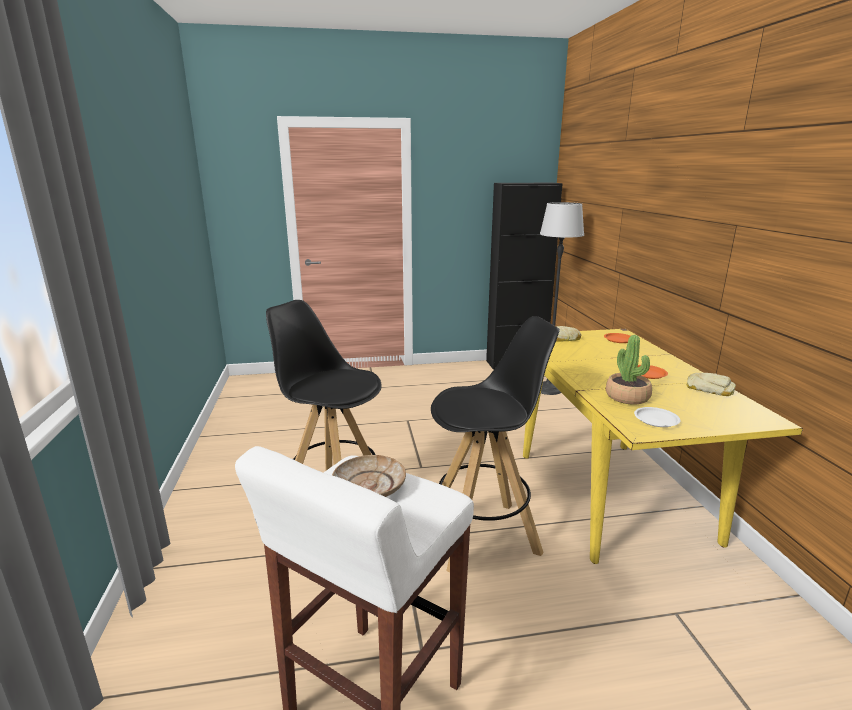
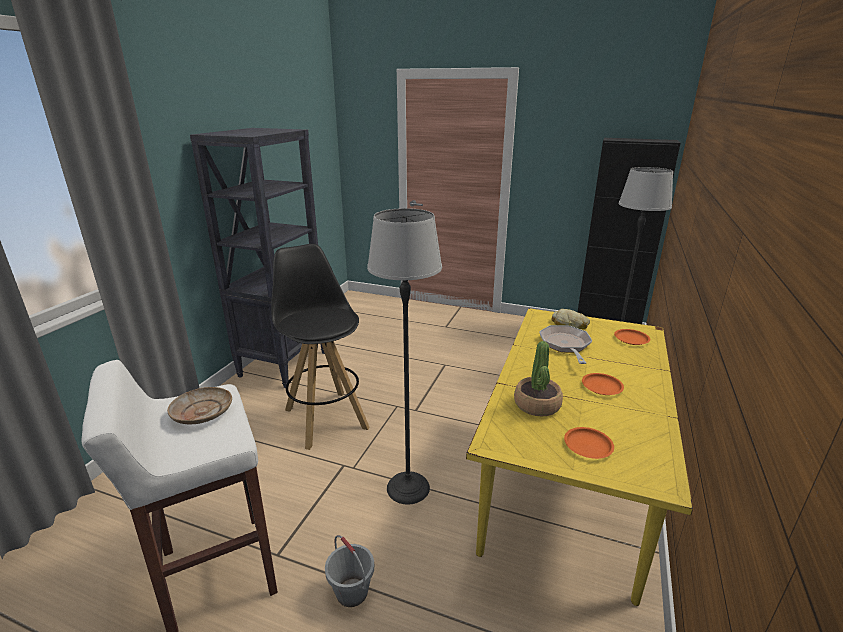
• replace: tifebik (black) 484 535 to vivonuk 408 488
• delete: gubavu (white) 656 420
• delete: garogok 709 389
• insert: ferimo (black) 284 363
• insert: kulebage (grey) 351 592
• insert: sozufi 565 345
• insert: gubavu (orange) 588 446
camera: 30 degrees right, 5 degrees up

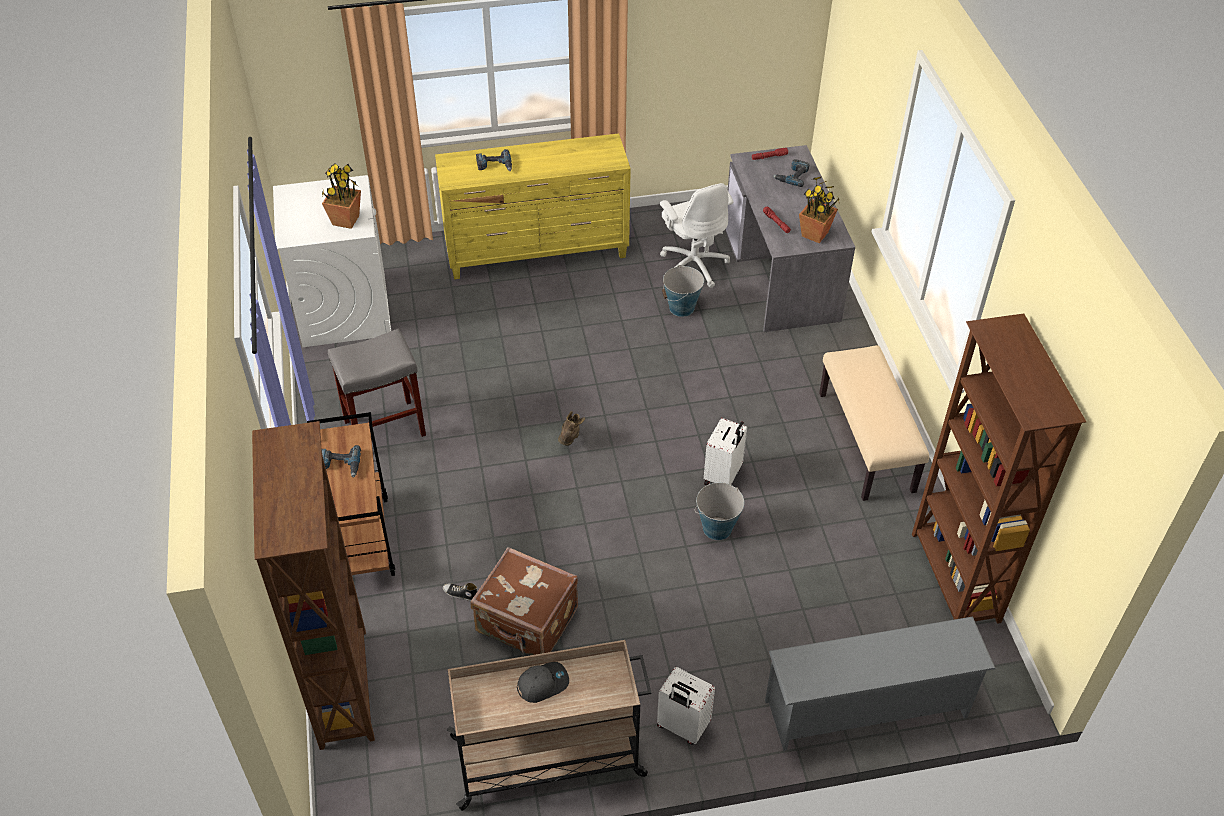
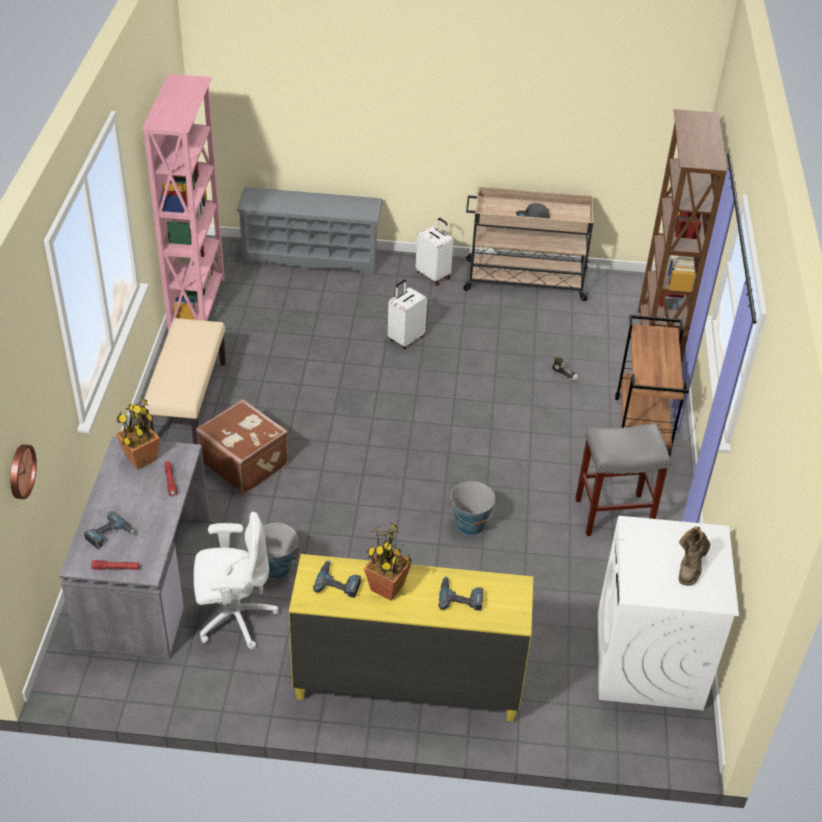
• move: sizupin 339 465 to 338 582
• move: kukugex 345 220 to 387 587
• move: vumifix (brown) 526 622 to 245 462
• move: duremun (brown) 570 438 to 690 568
• rotate: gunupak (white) 693 265 = 234 617 90 degrees clockwise
• move: kulebage 717 528 to 470 525
• move: vumifix (white) 723 476 to 405 338
• recolor: ferimo (brown) 954 578 to ferimo (pink) 198 305
• insert: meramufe 20 471
camera: 165 degrees left, 5 degrees down

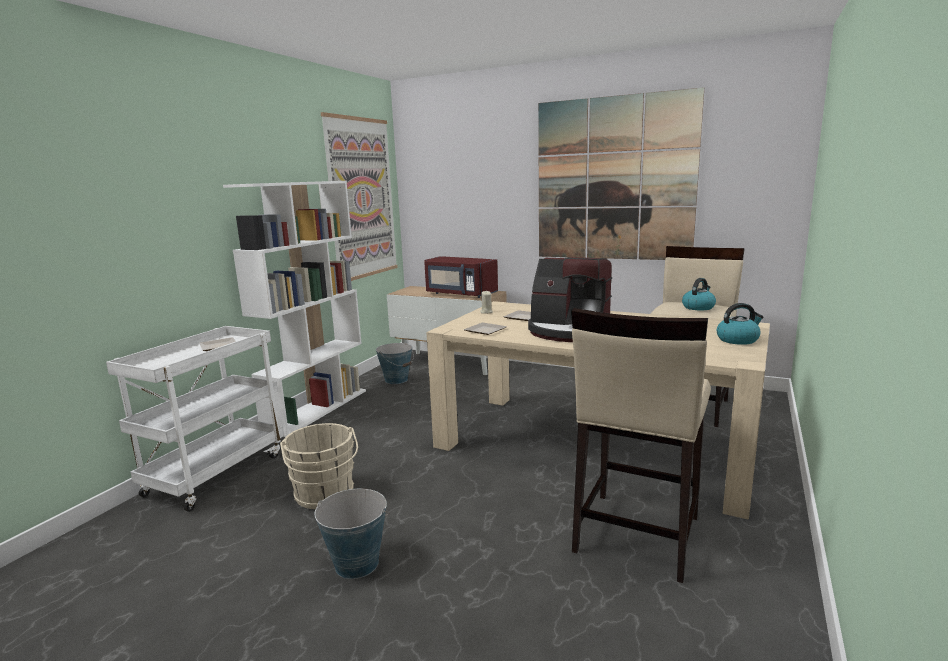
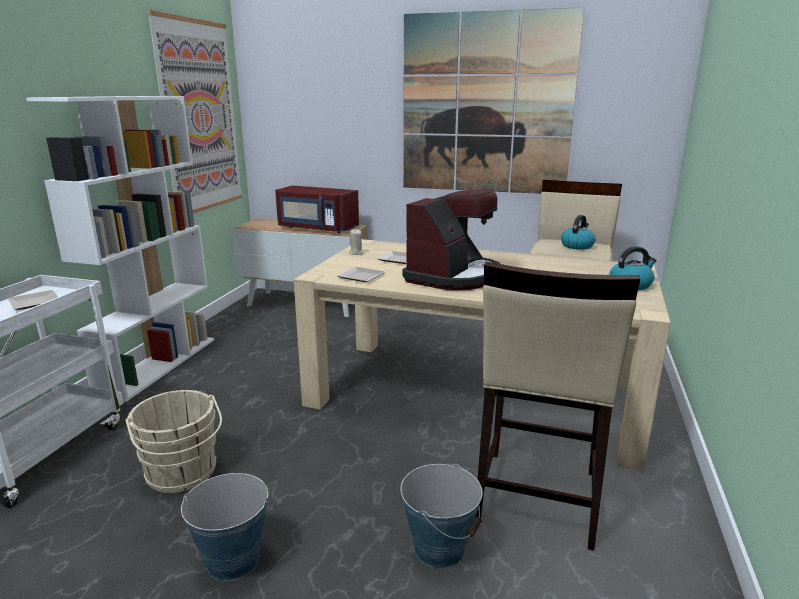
• move: kulebage 396 380 to 439 548
• rotate: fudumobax 569 331 = 454 276 75 degrees counterclockwise
camera: 10 degrees left, 5 degrees up

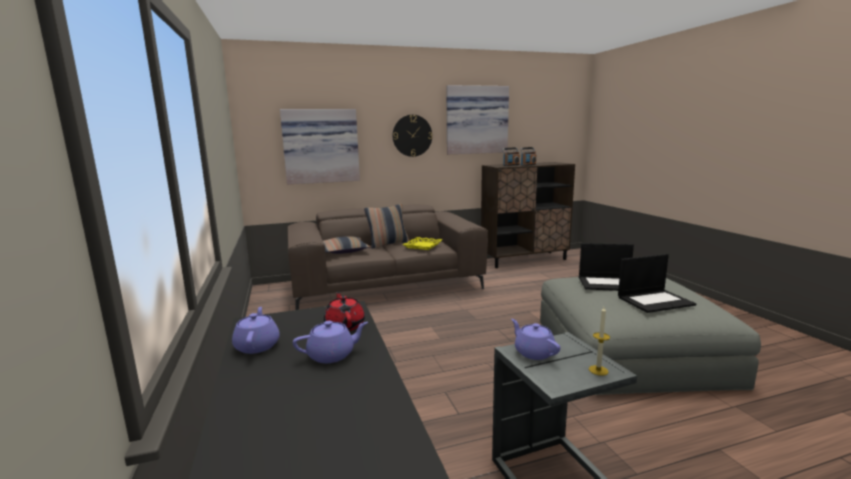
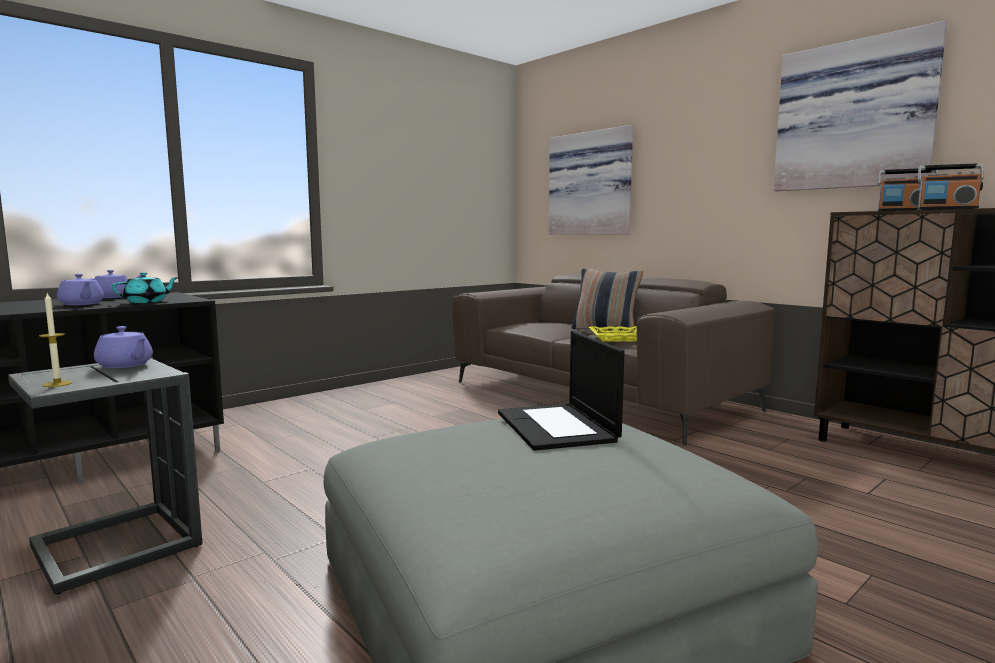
• delete: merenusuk 343 251
• recolor: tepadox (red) 345 325 to tepadox (turquoise) 147 302
• delete: meramufe 412 135
• rotate: tepadox (purple) 533 352 = 125 365 90 degrees clockwise
• delete: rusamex 655 301
camera: 65 degrees right, 5 degrees down

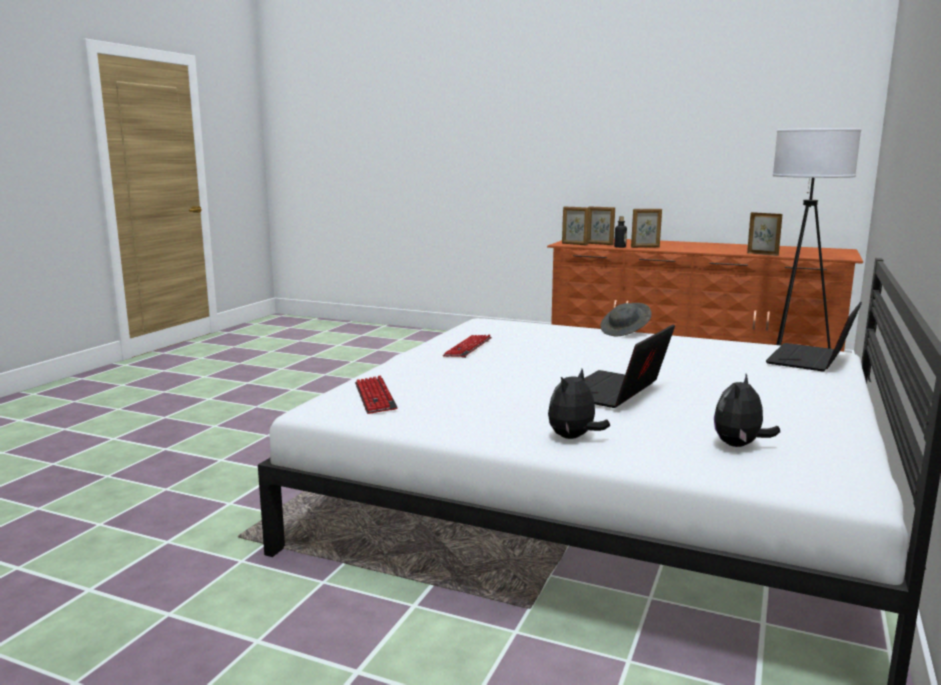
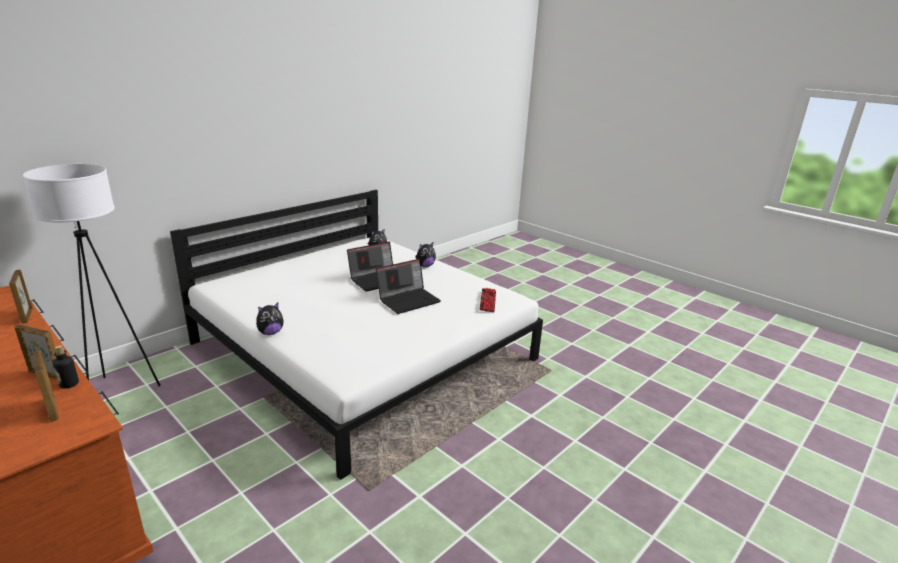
• delete: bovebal 468 348
• delete: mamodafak 574 244
• replace: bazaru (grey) 625 332 to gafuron 270 333
• move: rusamex 812 360 to 409 300
camera: 160 degrees left, 10 degrees up

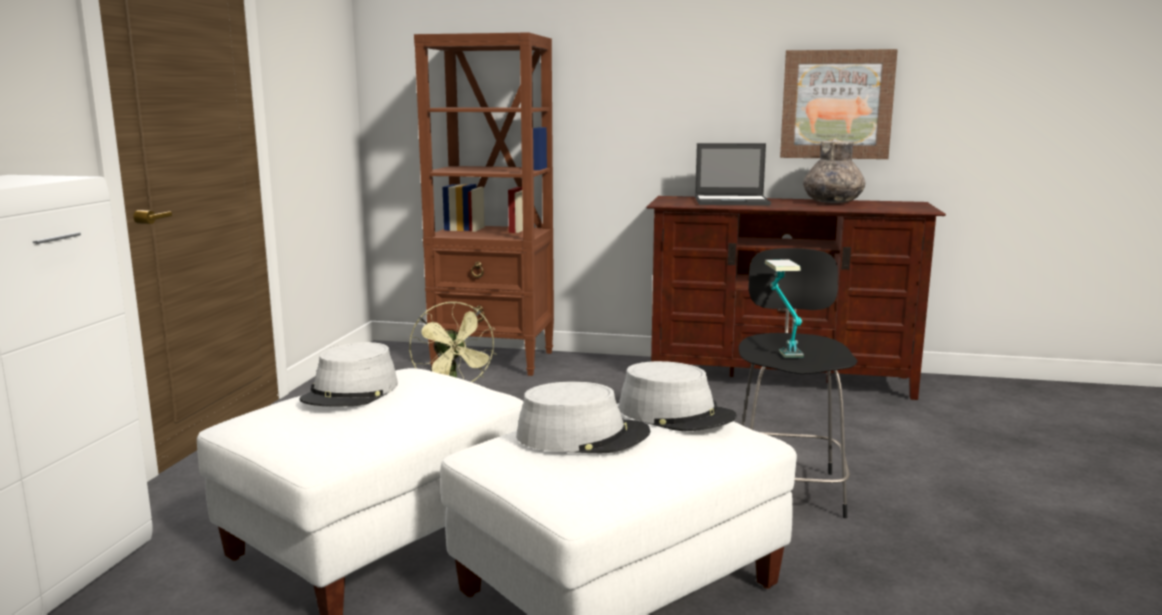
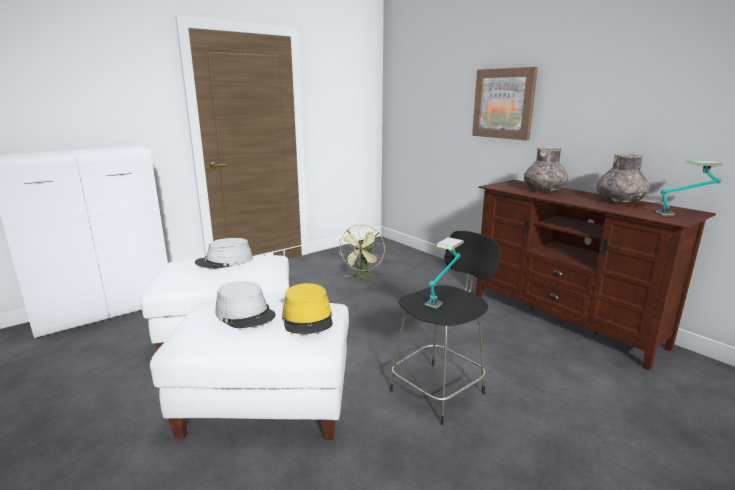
• delete: ferimo (brown) 494 360
• recolor: bazaru (grey) 676 414 to bazaru (yellow) 308 318
• replace: rusamex 732 201 to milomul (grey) 544 190
• move: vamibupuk 836 104 to 504 103
• insert: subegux 683 214
camera: 40 degrees right, 5 degrees up

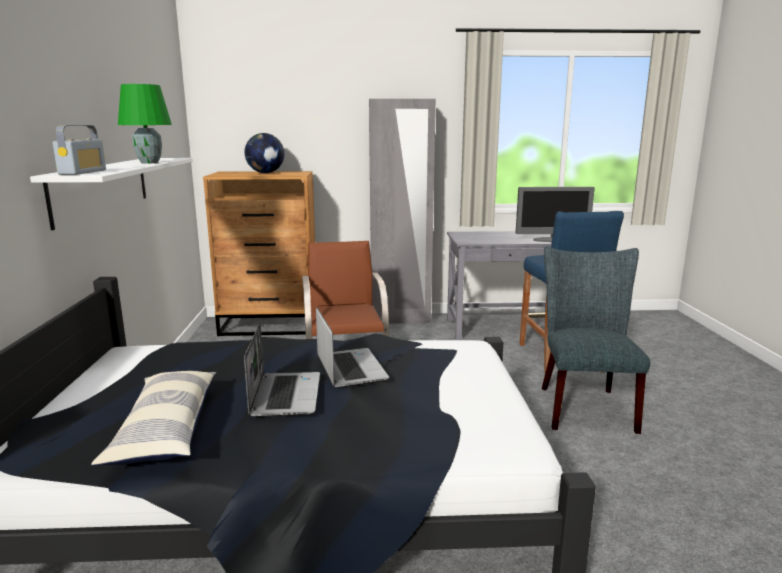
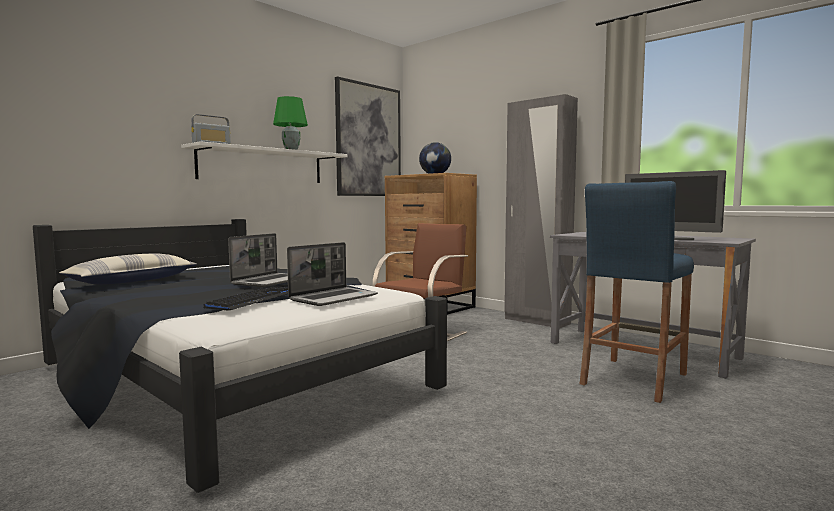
• move: rusamex 285 395 to 334 298
• delete: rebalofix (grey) 583 405
• insert: bovebal 252 300
• insert: vamibupuk 368 140
camera: 45 degrees right, 10 degrees down

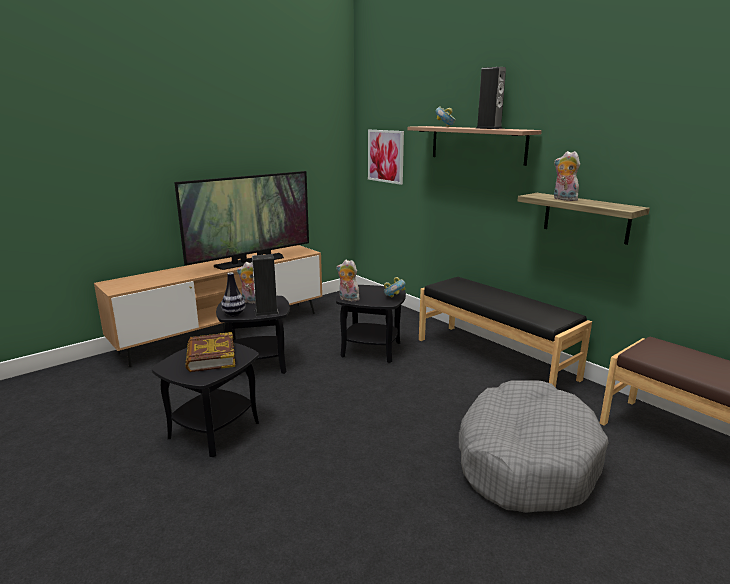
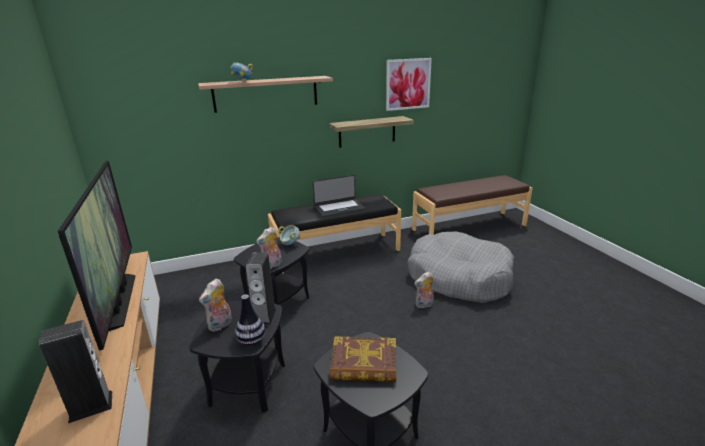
• move: vamibupuk 385 156 to 408 84
• move: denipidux 489 128 to 91 406
• move: gafuron 563 199 to 424 305
• insert: rusamex 339 208
camera: 70 degrees left, 5 degrees up

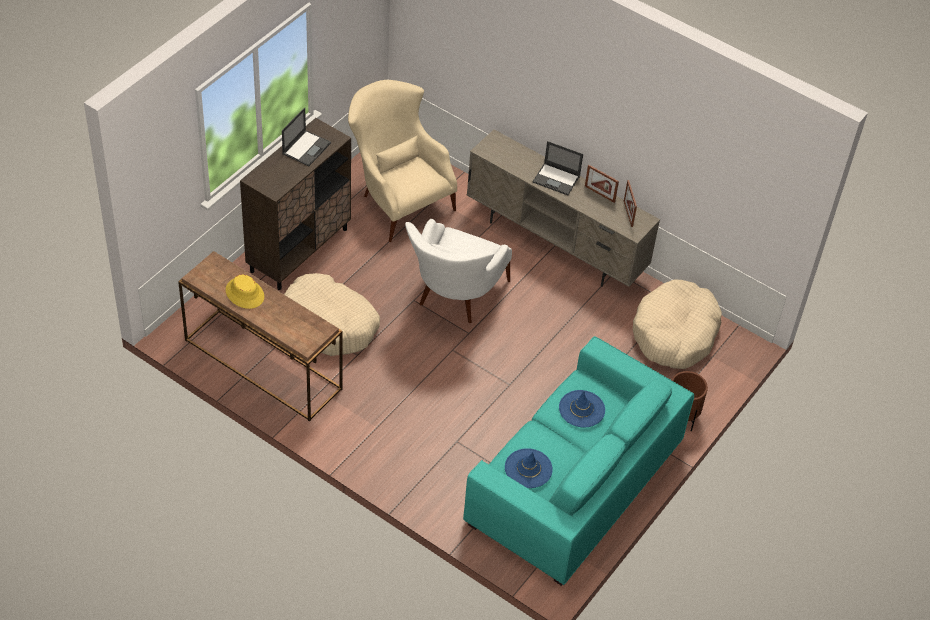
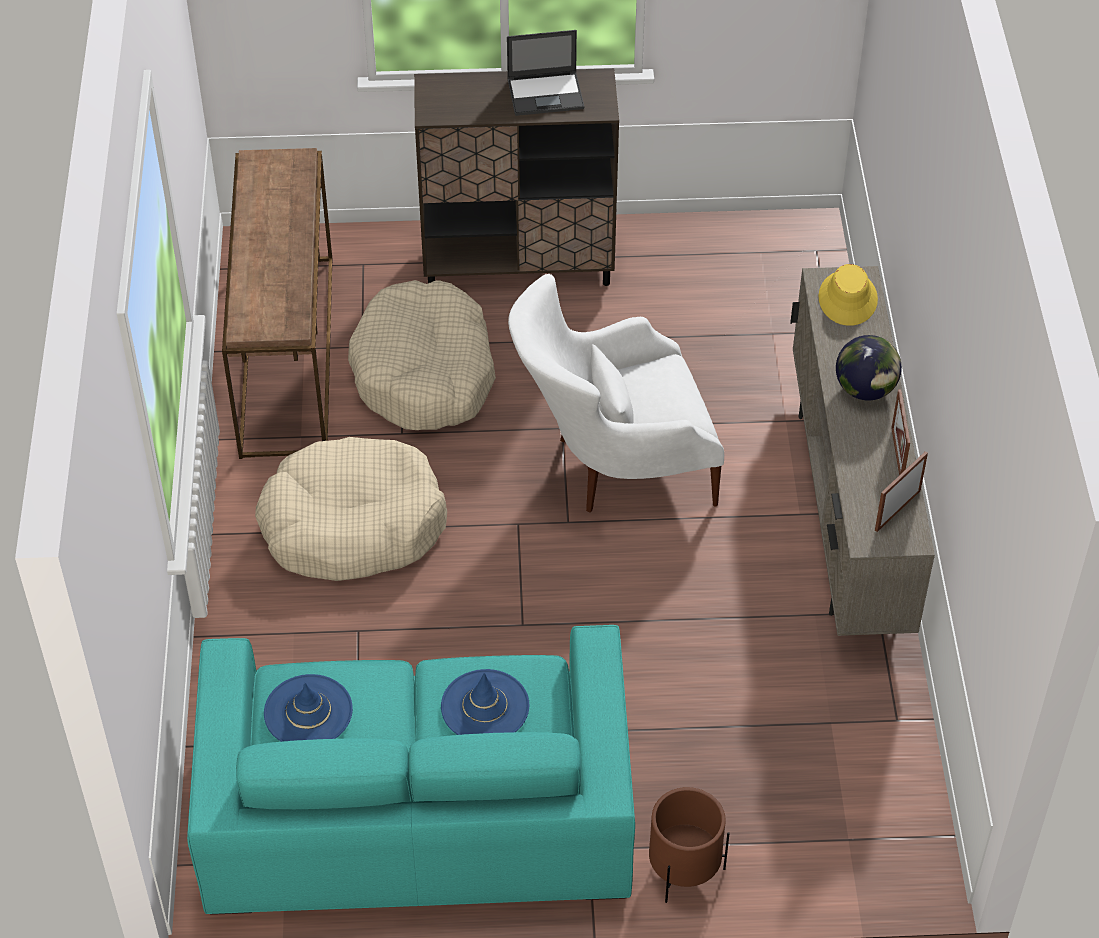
• move: bazaru (yellow) 245 293 to 848 299
• delete: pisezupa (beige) 397 198
• replace: rusamex 557 179 to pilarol 865 390
• move: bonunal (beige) 675 333 to 352 525
camera: 55 degrees right, 0 degrees up

